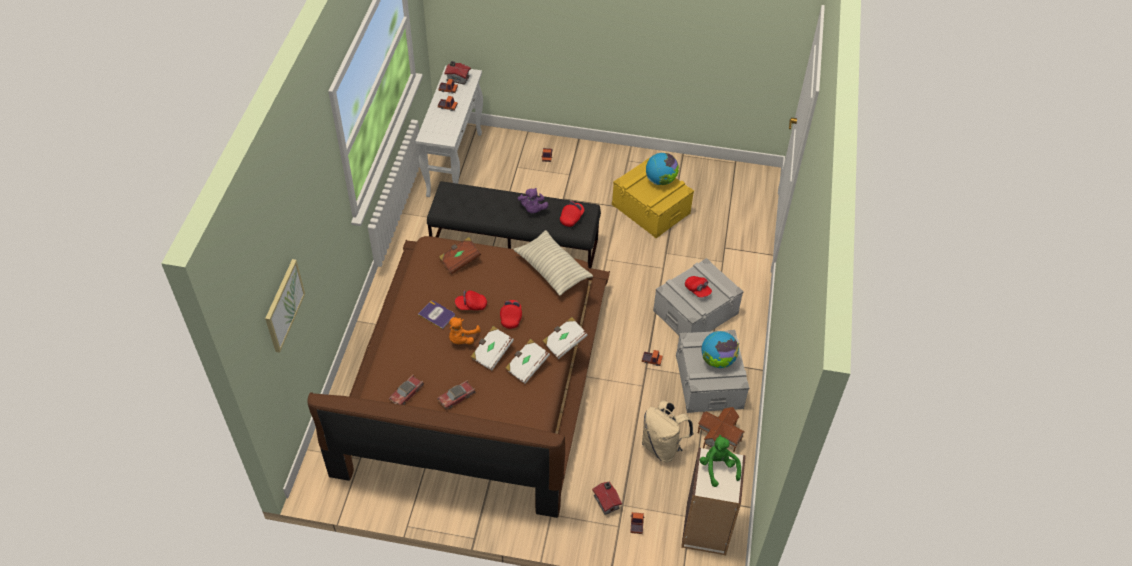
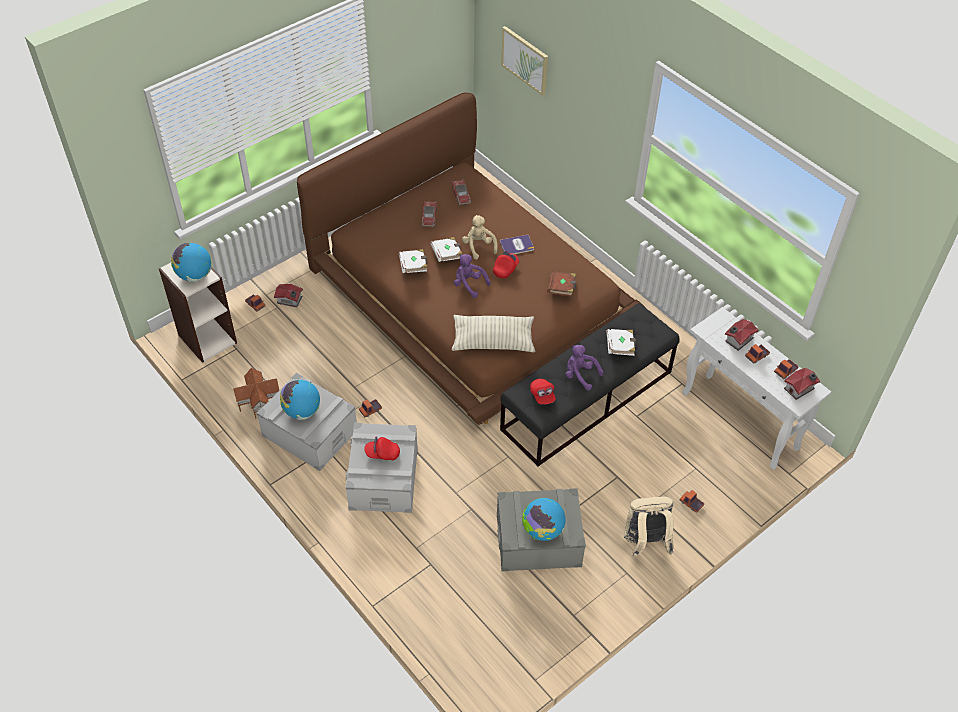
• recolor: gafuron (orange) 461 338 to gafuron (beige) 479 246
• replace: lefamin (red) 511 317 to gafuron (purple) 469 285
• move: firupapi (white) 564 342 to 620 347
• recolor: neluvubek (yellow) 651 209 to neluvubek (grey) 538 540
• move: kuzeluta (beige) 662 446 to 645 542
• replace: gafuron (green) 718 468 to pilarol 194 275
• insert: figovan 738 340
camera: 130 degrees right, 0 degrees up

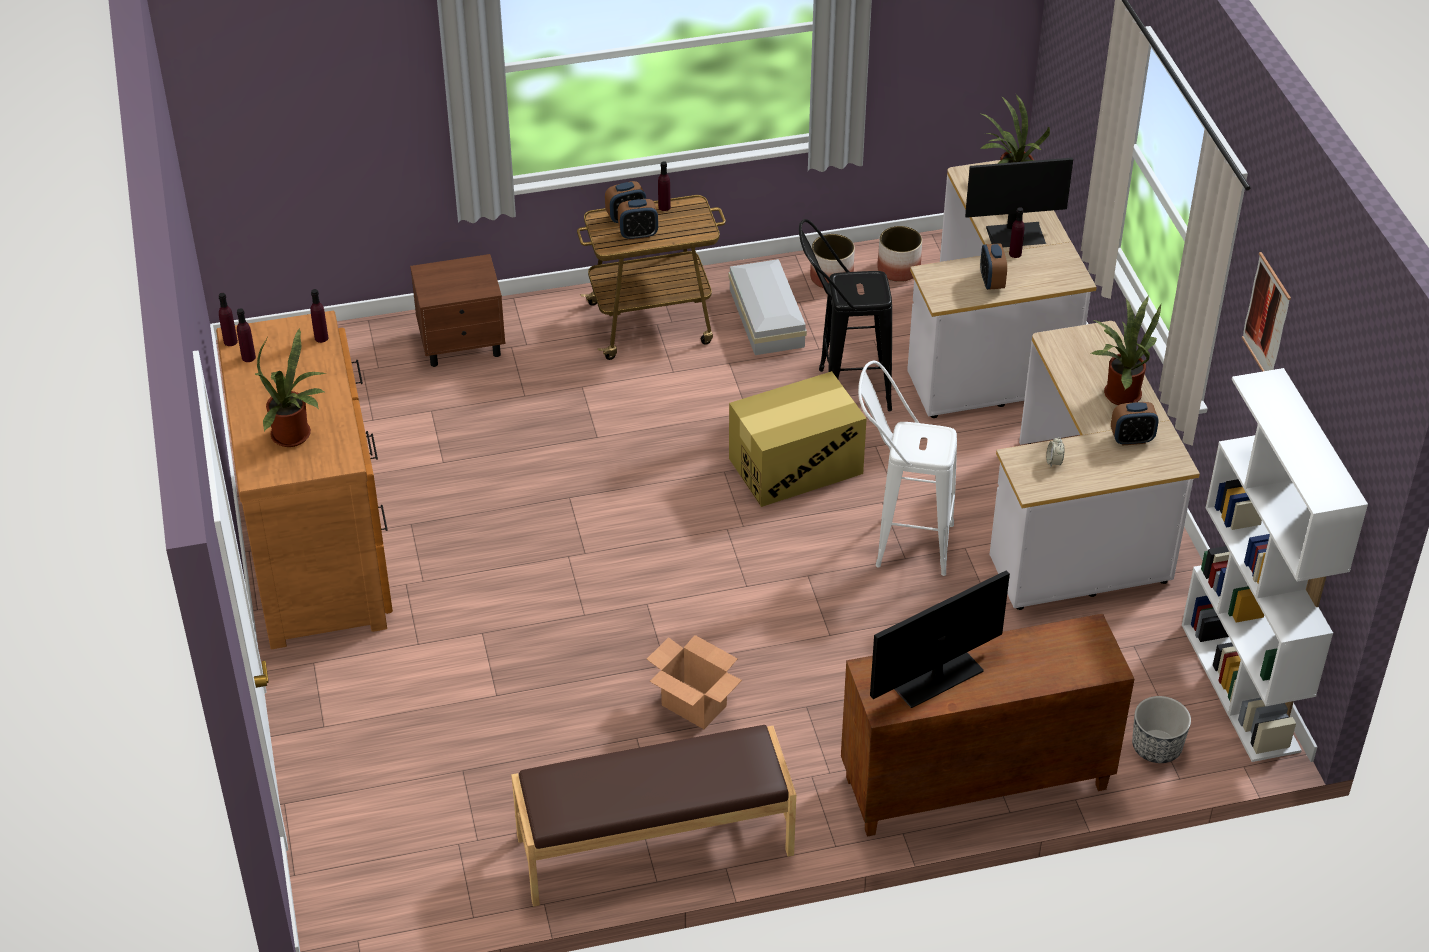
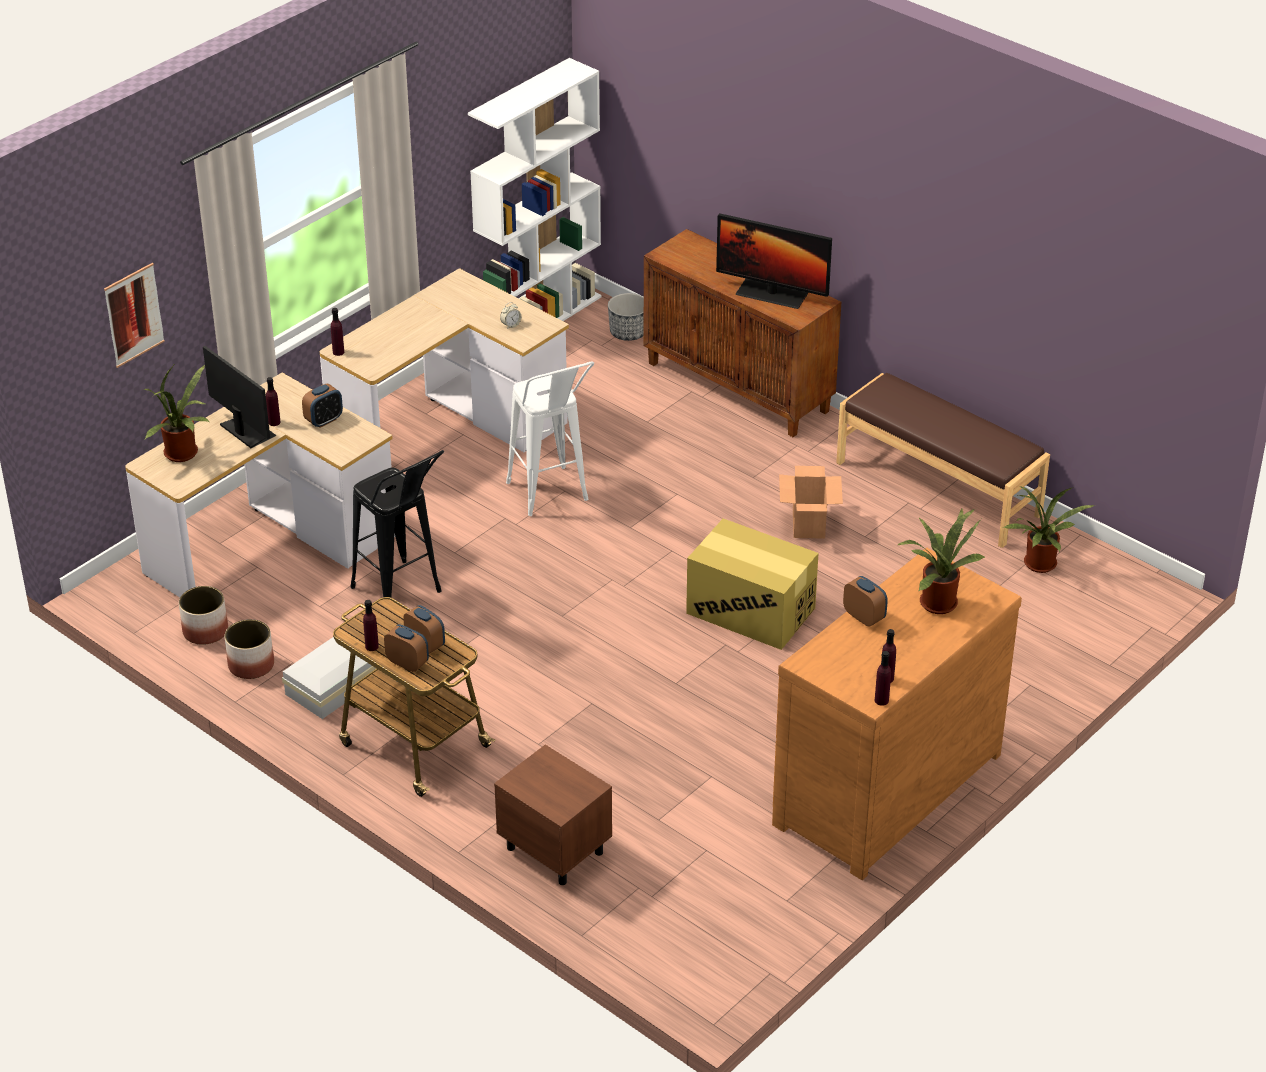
• move: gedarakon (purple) 321 338 to 338 352
• move: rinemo 795 466 to 751 611
• move: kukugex 1119 393 to 1040 566
• move: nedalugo 1131 439 to 864 617
• move: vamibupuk 1266 318 to 134 315
camera: 125 degrees left, 5 degrees down

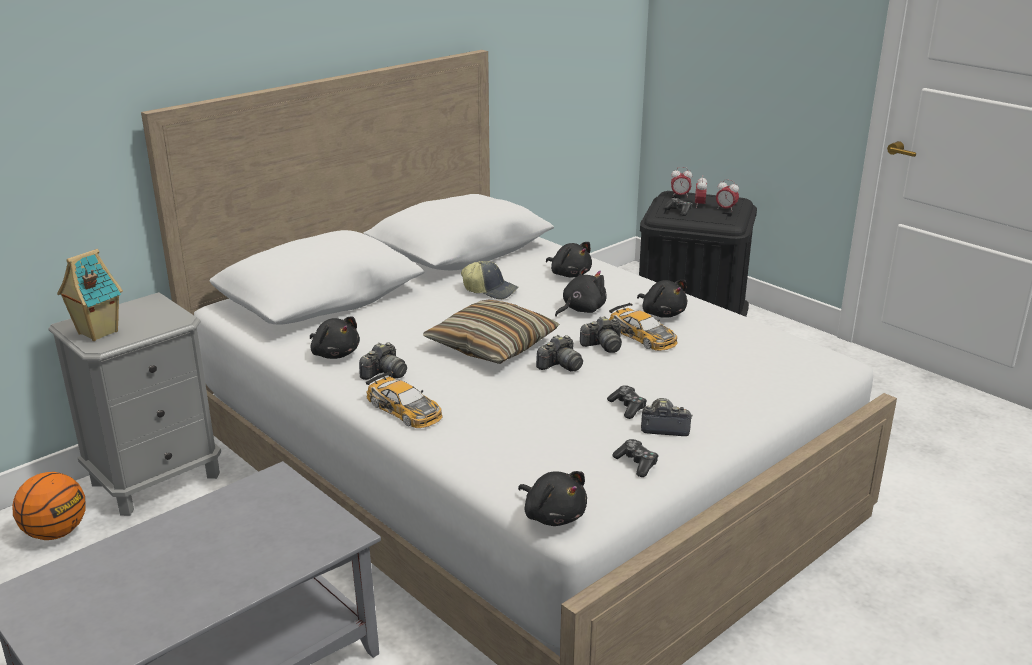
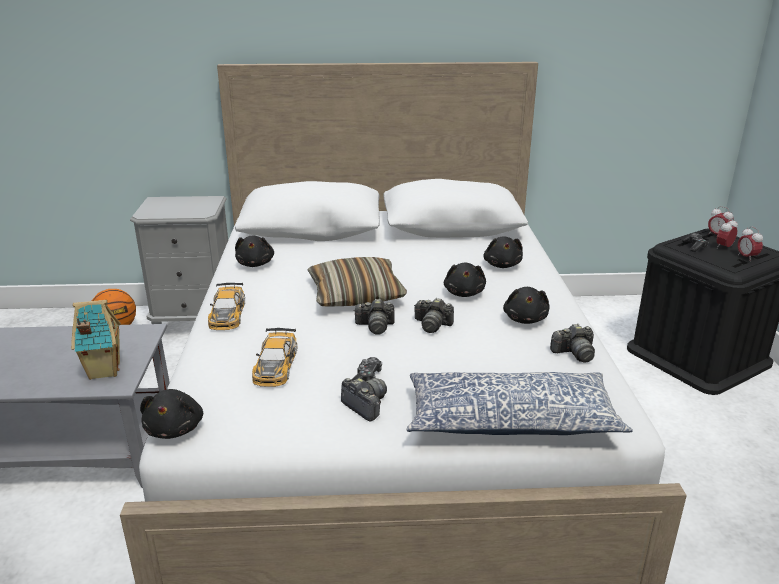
• move: figovan 96 333 to 103 371
• move: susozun 384 373 to 574 353
• delete: lefamin 490 290
• rotate: gafuron (black) 581 310 = 464 293 90 degrees clockwise
• move: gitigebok 643 336 to 275 365
• delete: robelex 636 463
• insert: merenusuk 509 420
camera: 40 degrees right, 0 degrees up

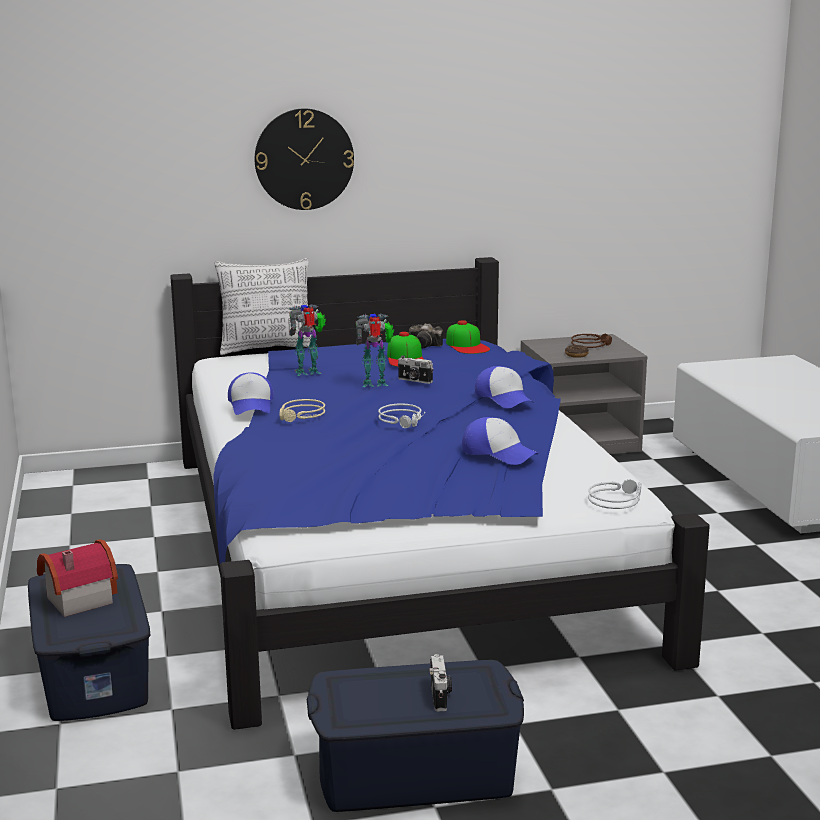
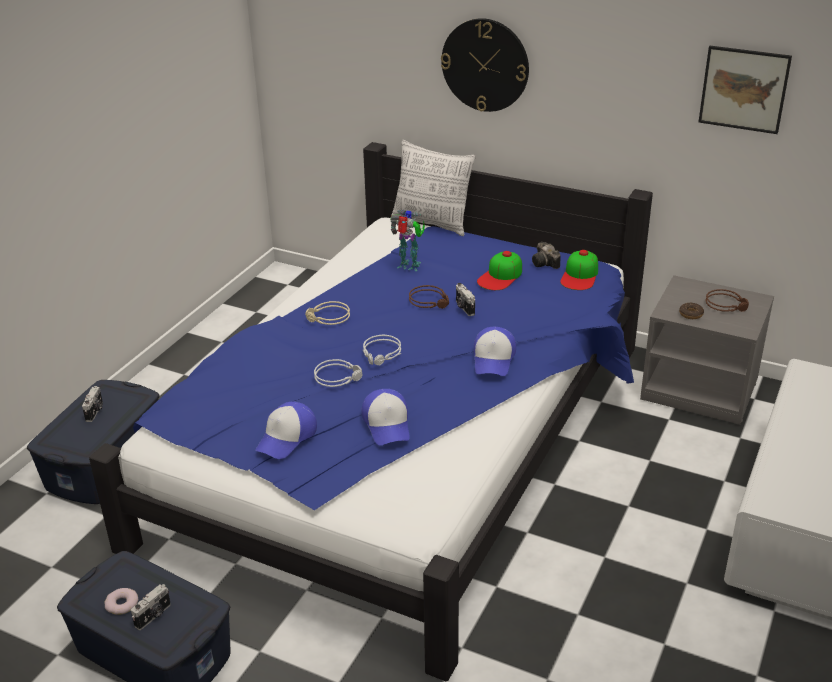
• replace: figovan 76 599 to susozun 95 411
• move: lefamin 251 405 to 287 438
• replace: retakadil 376 384 to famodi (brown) 430 301
• move: famodi (grey) 615 500 to 338 376
• insert: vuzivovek 122 604
• insert: vamibupuk 744 89
camera: 40 degrees right, 15 degrees up

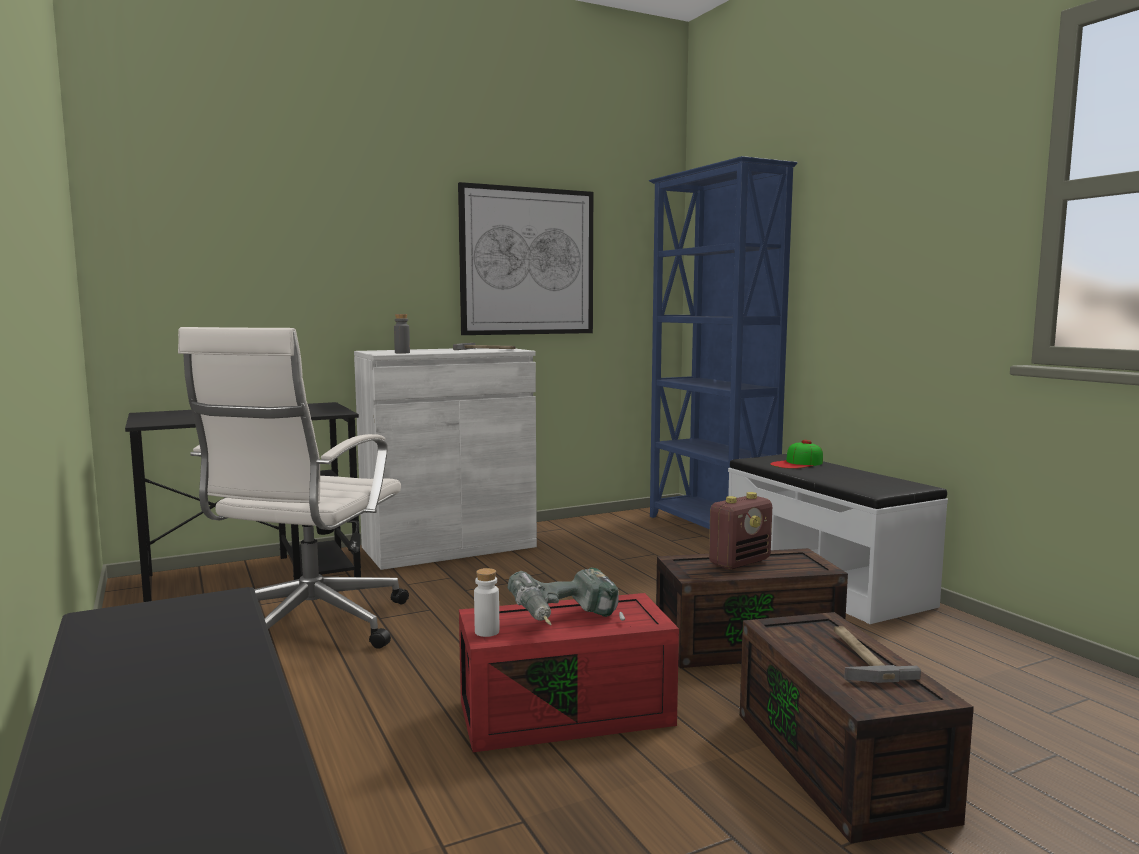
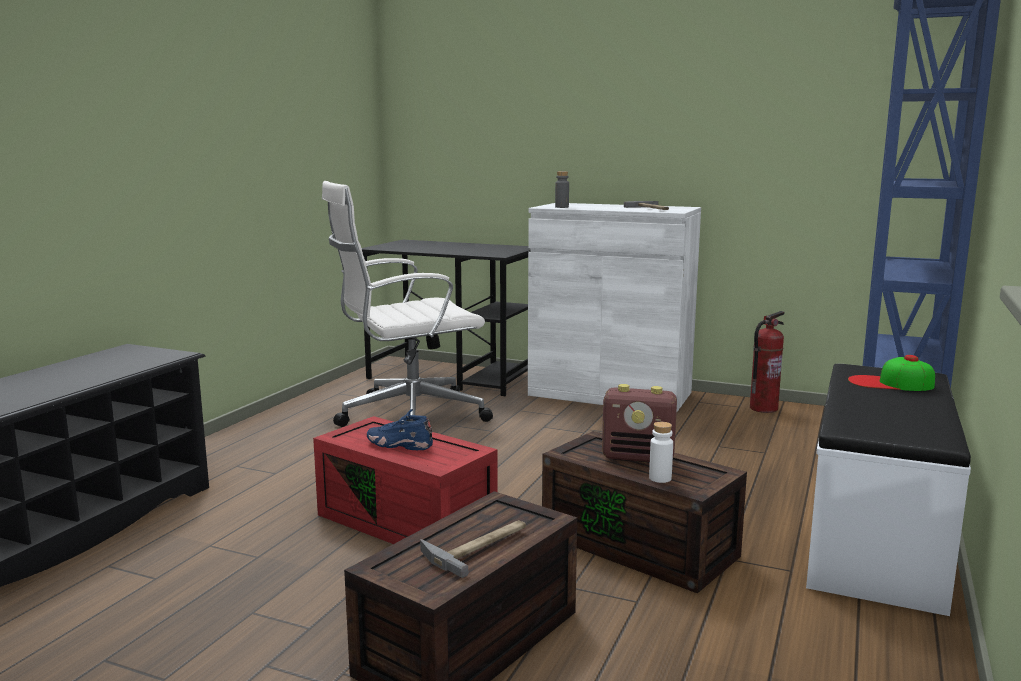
• delete: vamibupuk 527 261
• move: gedarakon (white) 487 632 to 660 478
• replace: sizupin 567 621 to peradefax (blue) 398 444
• insert: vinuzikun 763 408
camera: 50 degrees right, 5 degrees up

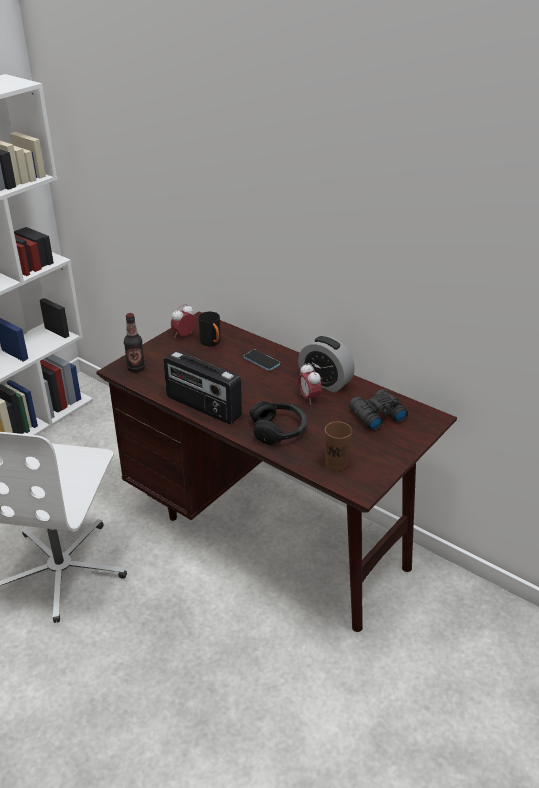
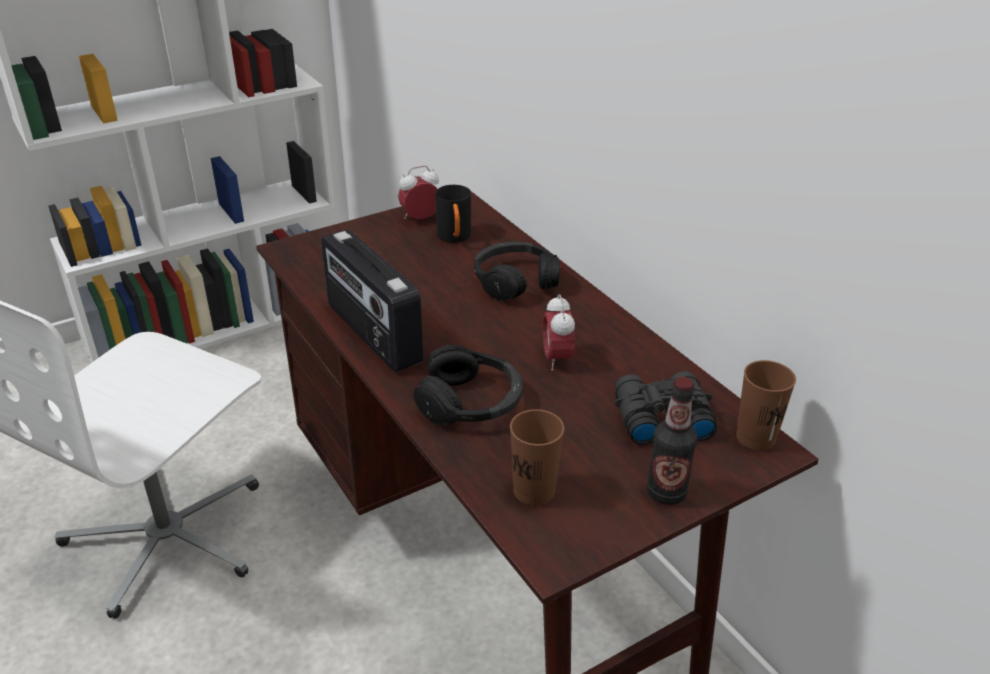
• move: gedarakon 136 368 to 666 493
• replace: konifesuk 261 361 to famodi (black) 515 281
• delete: nedalugo 325 382
• insert: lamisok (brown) 755 437
camera: 20 degrees right, 0 degrees up

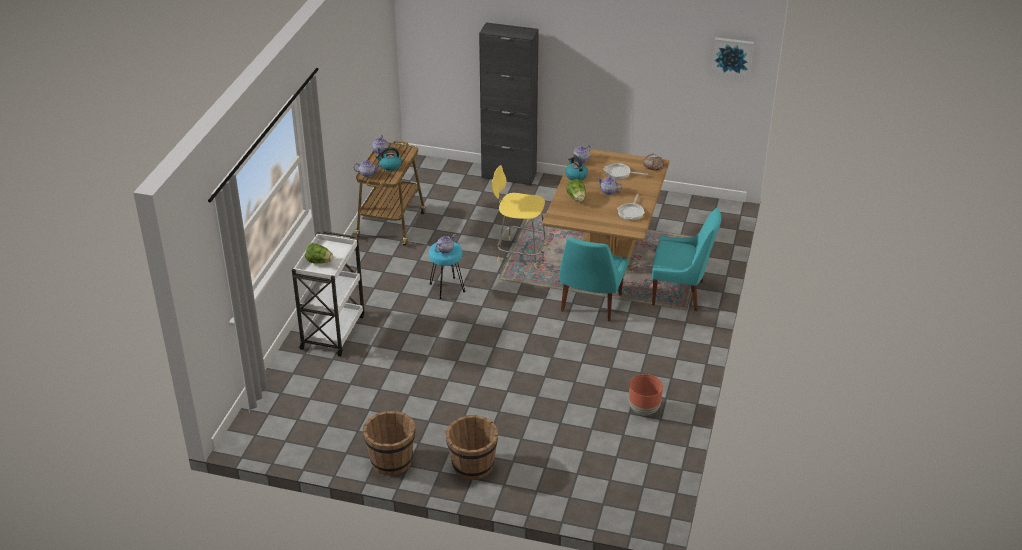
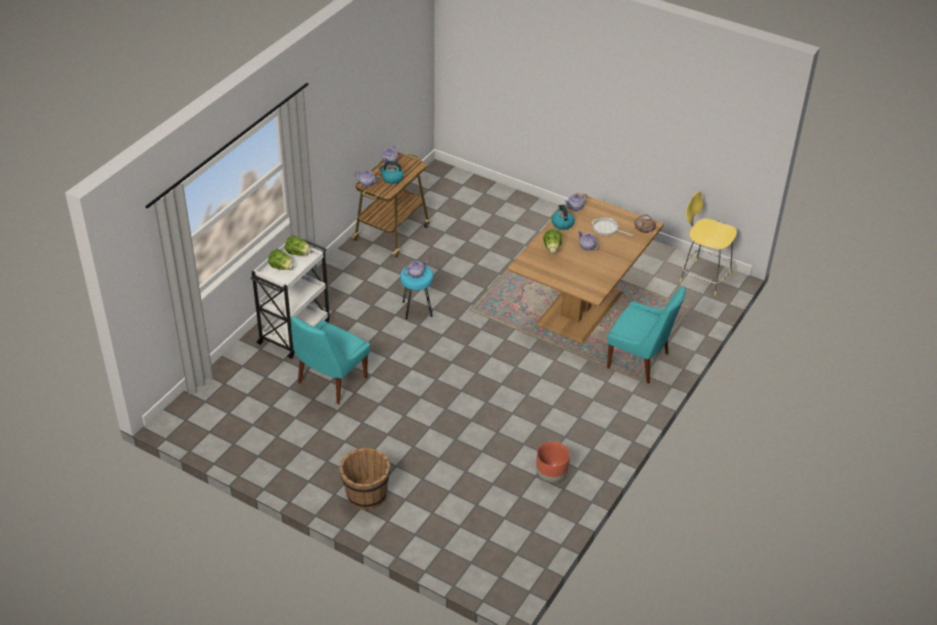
• delete: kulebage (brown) 391 461
• delete: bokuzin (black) 509 176
• move: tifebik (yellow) 520 253 to 703 277
• move: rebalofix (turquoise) 590 304 to 330 381
• delete: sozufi 631 212
• delete: vamibupuk 732 56
• insert: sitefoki 298 253
camera: 15 degrees right, 5 degrees up

